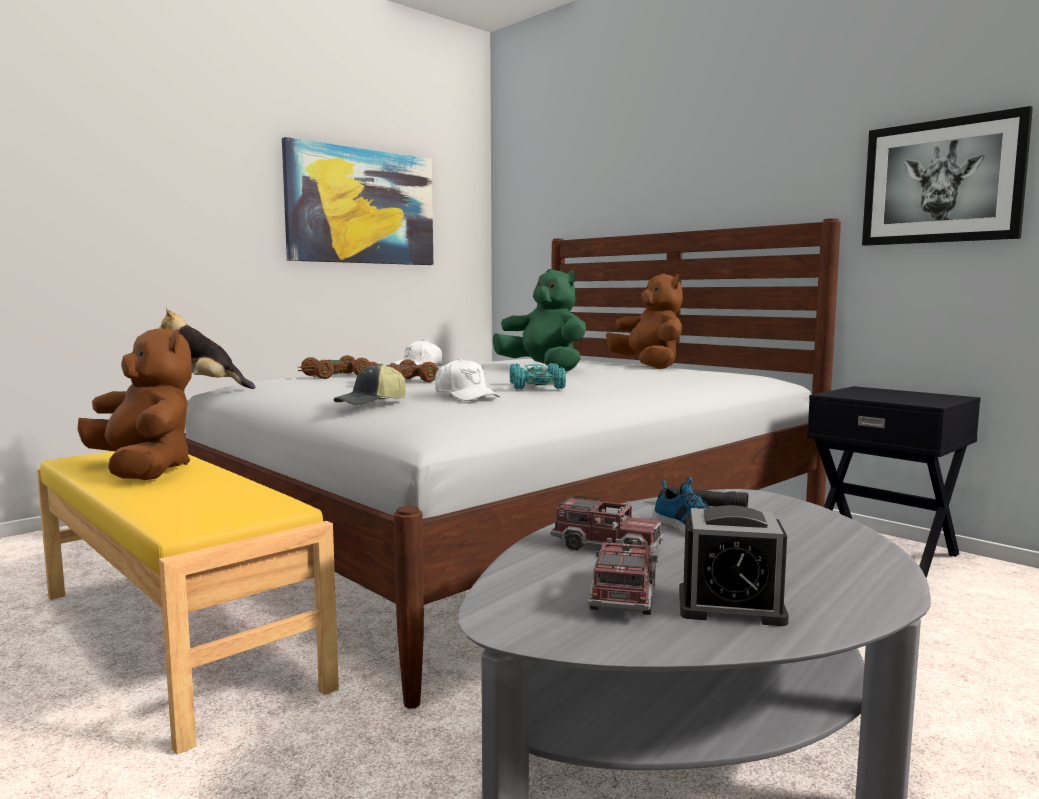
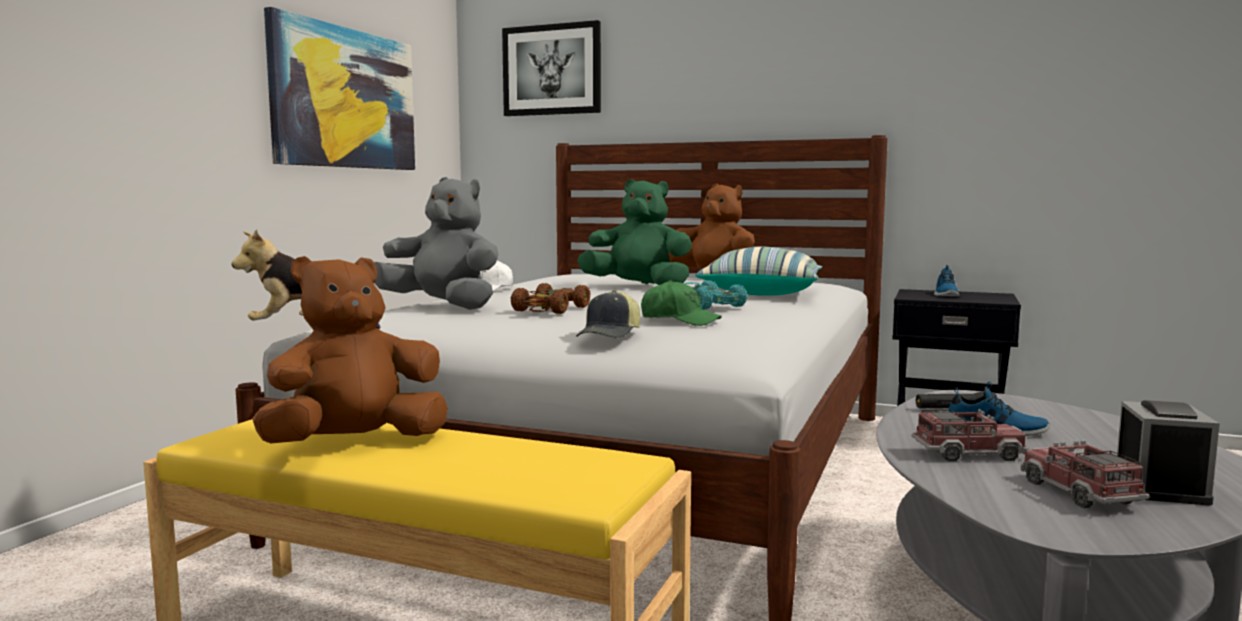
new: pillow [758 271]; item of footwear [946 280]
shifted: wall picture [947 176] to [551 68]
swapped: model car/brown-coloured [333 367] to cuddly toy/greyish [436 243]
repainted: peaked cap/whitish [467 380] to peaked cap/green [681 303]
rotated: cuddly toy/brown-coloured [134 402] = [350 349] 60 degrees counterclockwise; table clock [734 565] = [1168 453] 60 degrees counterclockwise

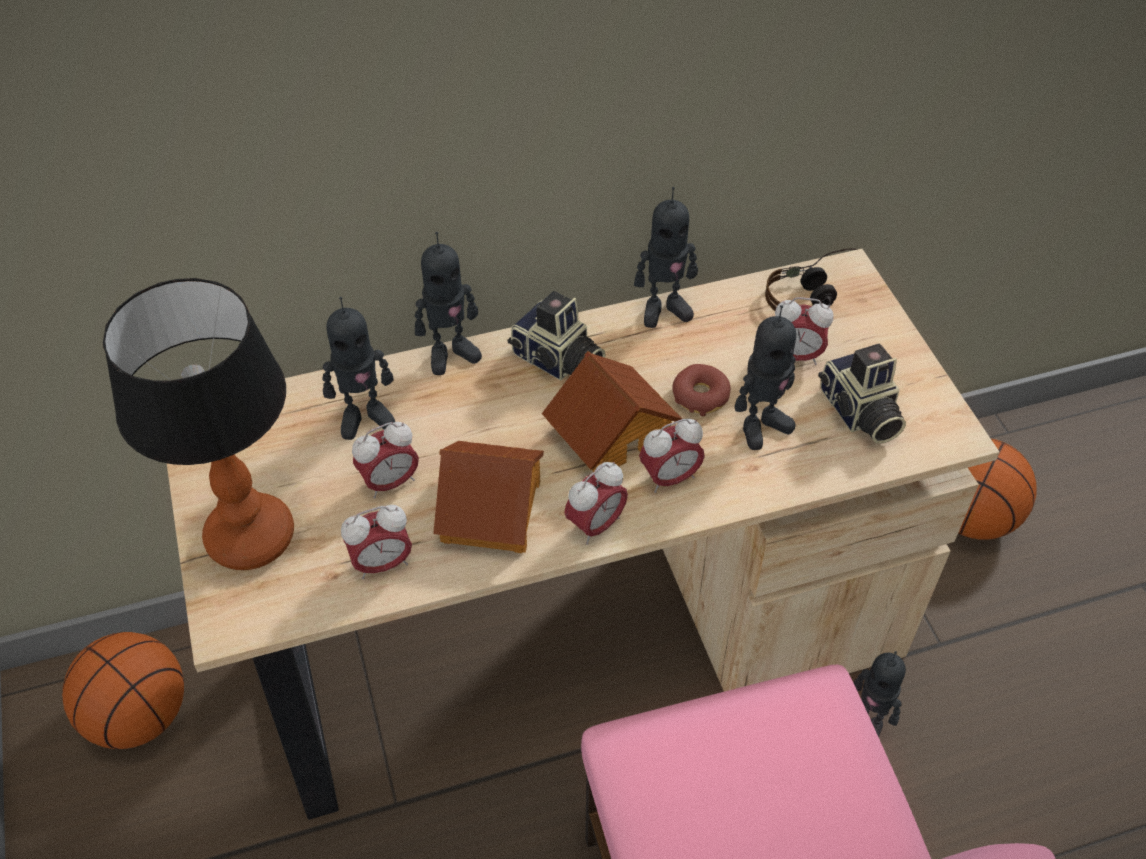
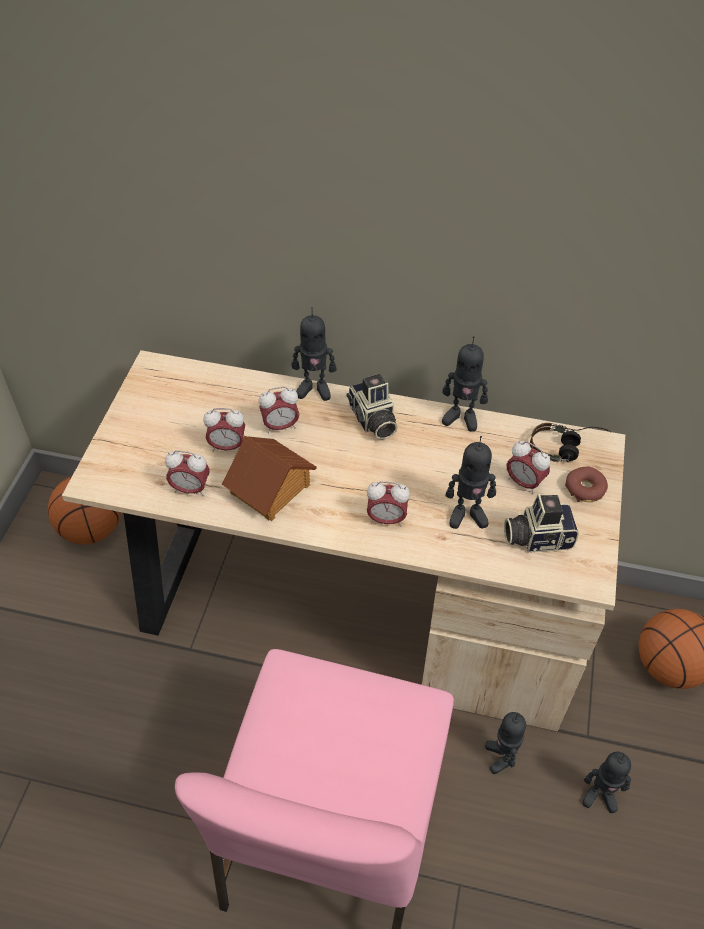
gone: table lamp [198 424]; toy house [612 411]
shifted: robot figure [358 368] to [606 782]; table clock [596 503] to [279 410]; doughnut [701 390] to [586 484]
rotated: still camera [862 394] = [541 523] 75 degrees clockwise

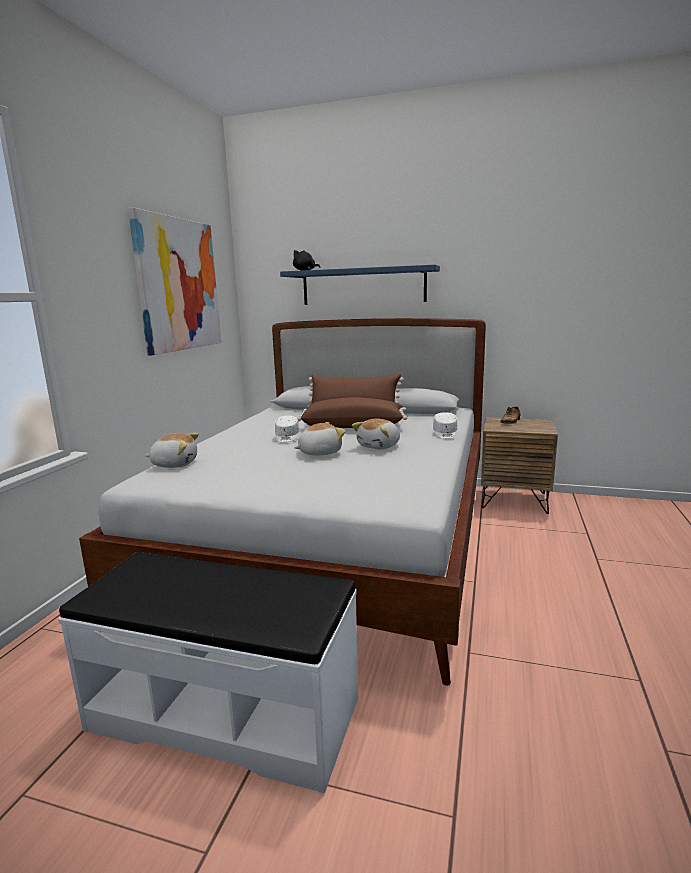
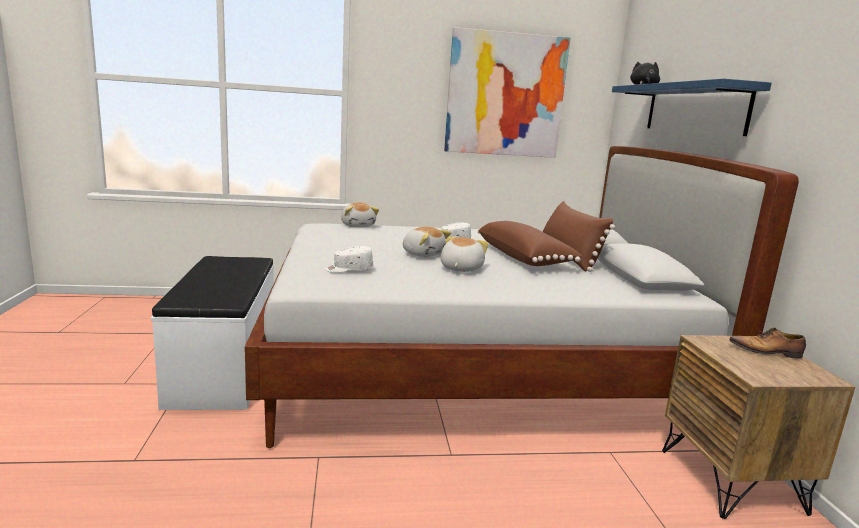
shifted: peaked cap/whitish [445 425] to [349 259]
rotated: cuddly toy [376 433] = [464 254] 90 degrees clockwise

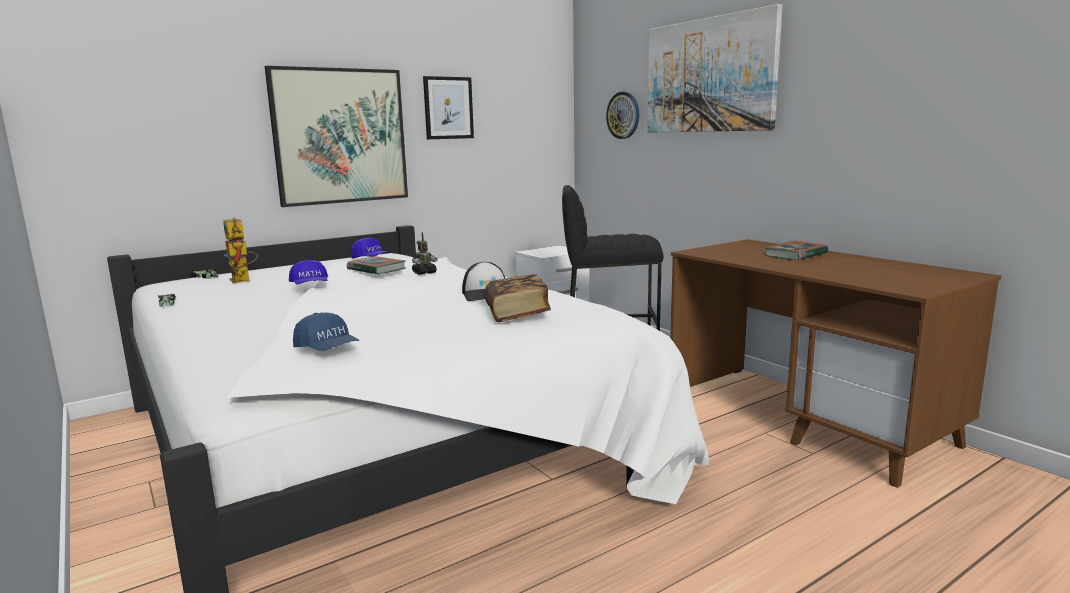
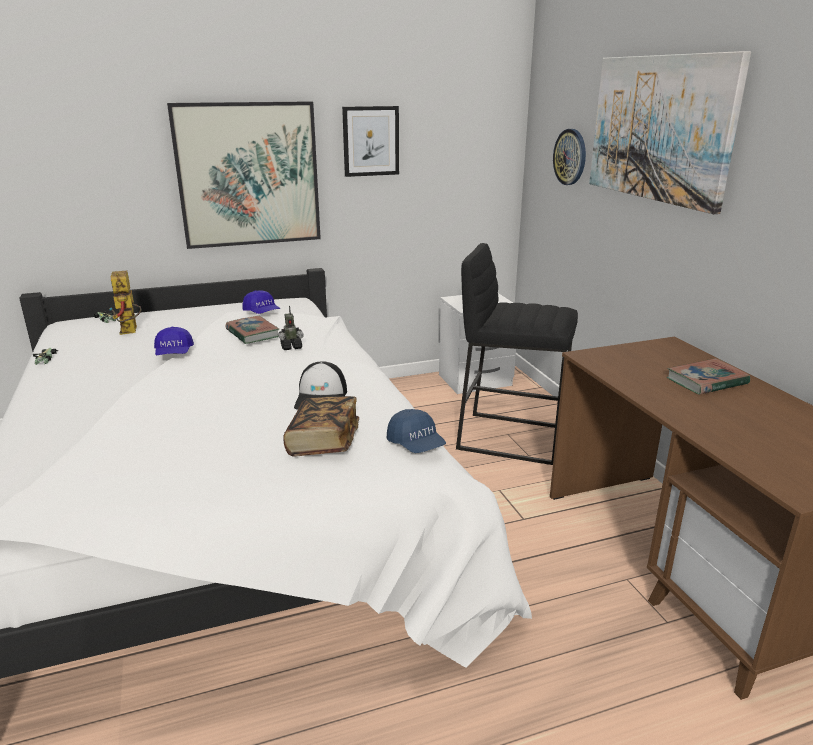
shifted: peaked cap/bluish [326 332] to [416 431]

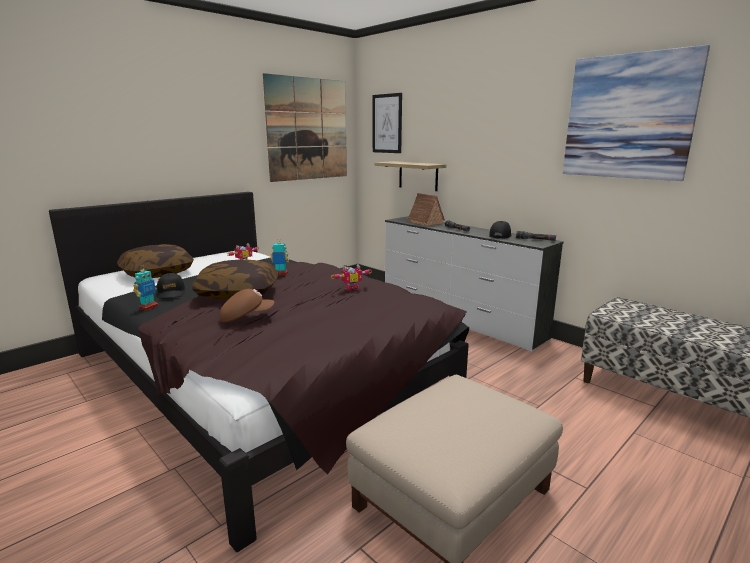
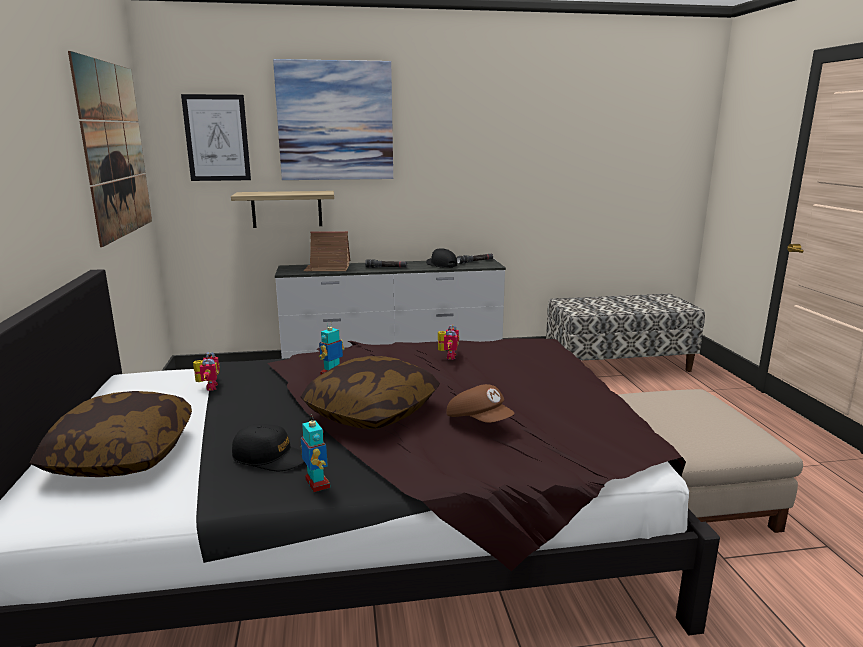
shifted: wall picture [636 113] to [333 119]
rotated: peaked cap/brown-coloured [247 305] = [480 403] 120 degrees clockwise

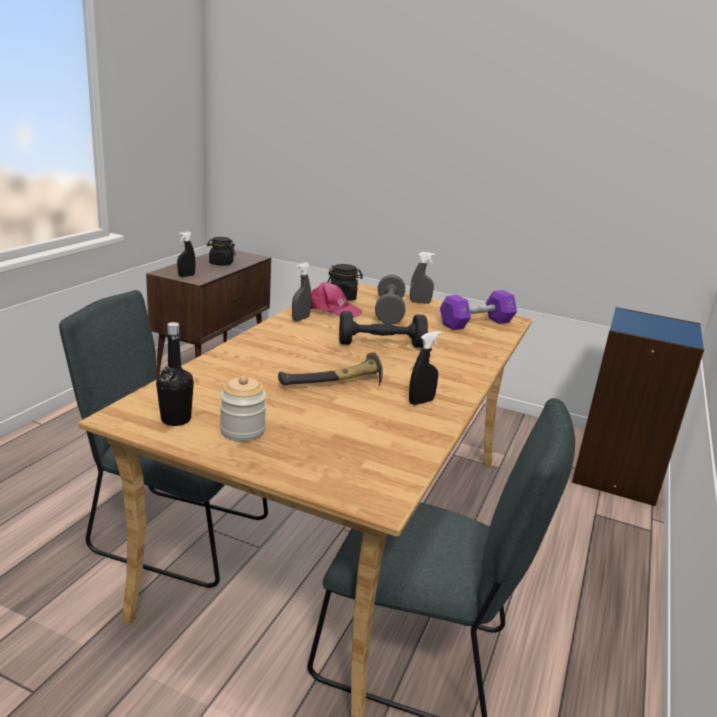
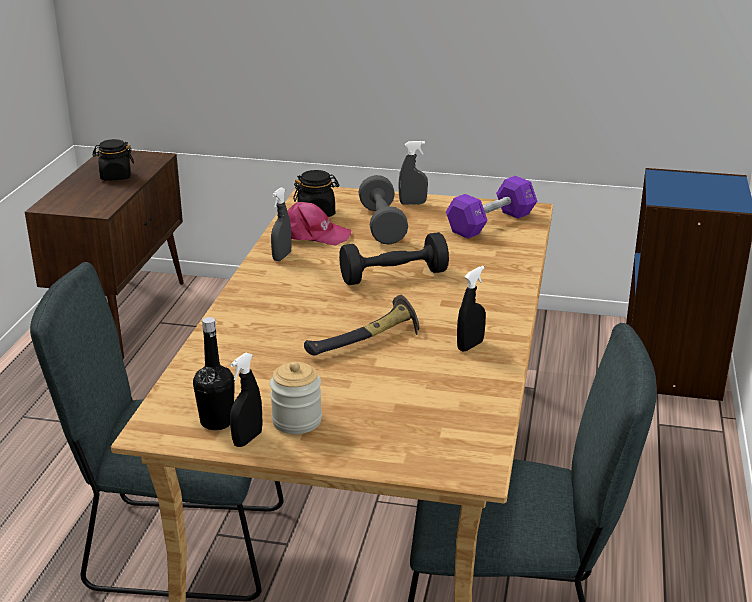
shifted: hand sprayer/blackish [186 254] to [246 399]

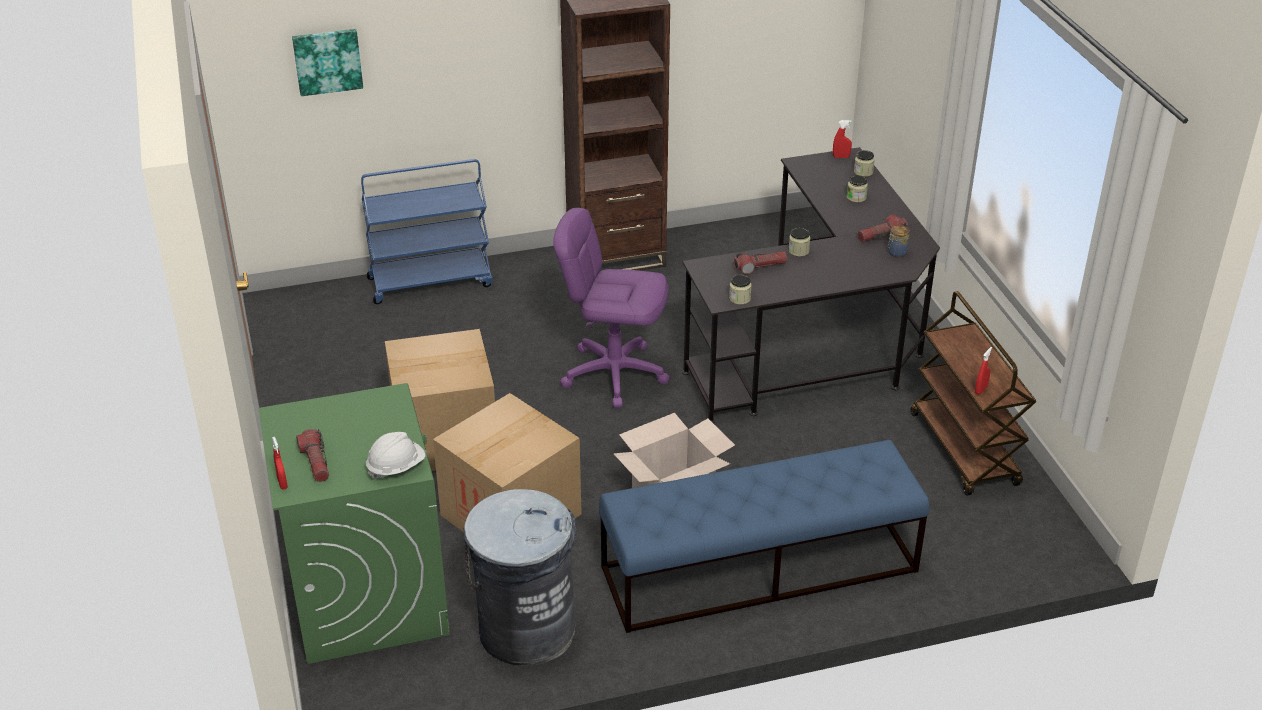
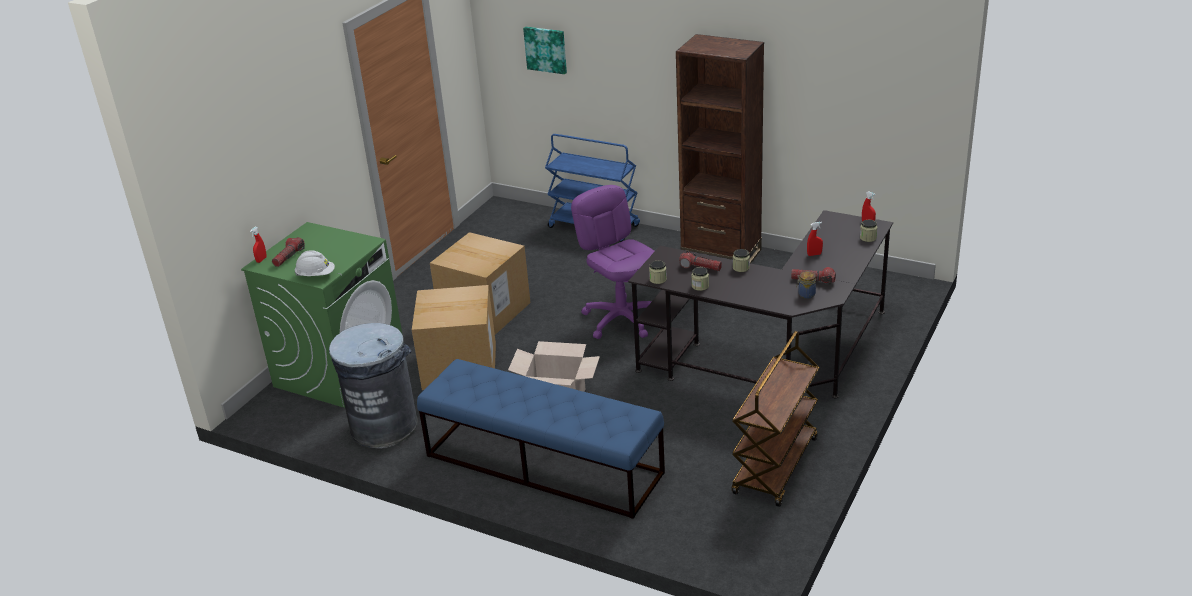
shifted: jar [857 189] to [700 279]; hand sprayer/red-coloured [983 371] to [815 239]

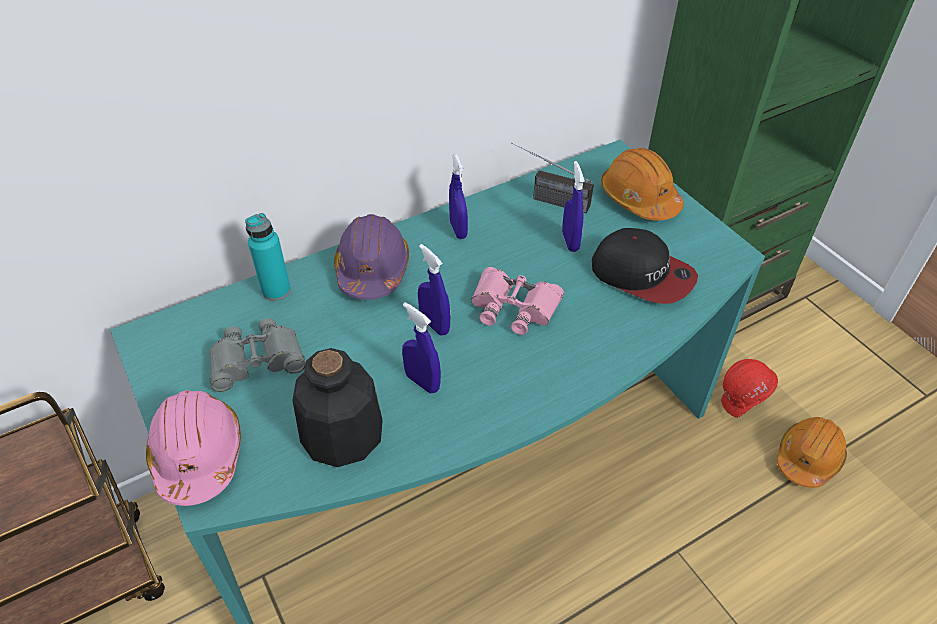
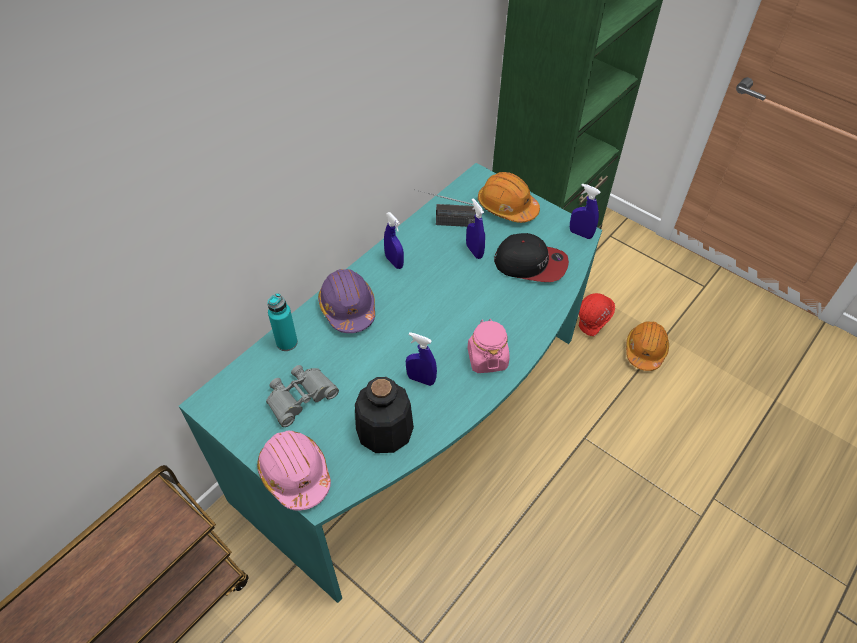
gone: pair of binoculars/pinkish [517 301]
new: jar/pinkish [489 346]
shifted: hand sprayer/bluish [434 290] to [585 211]

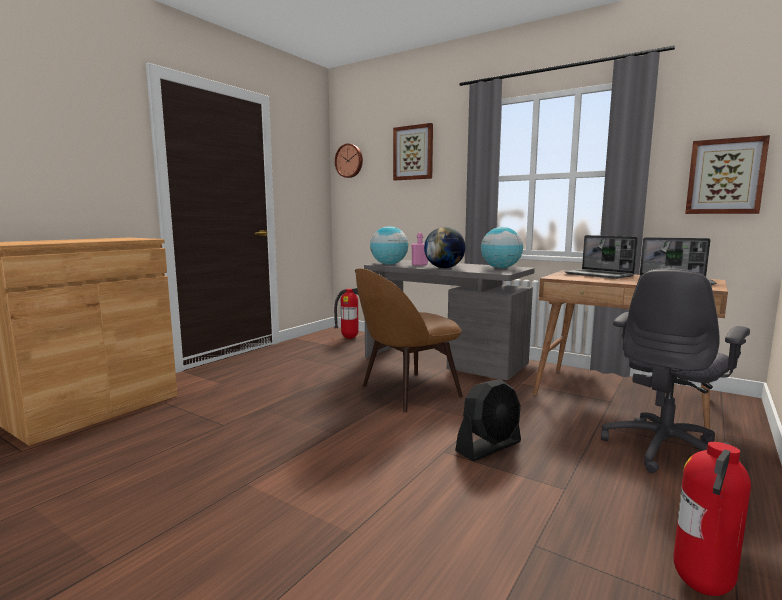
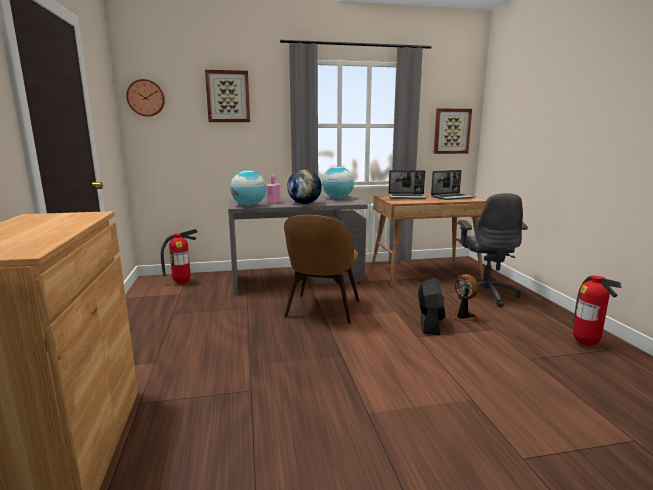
new: cooling fan [467 297]

